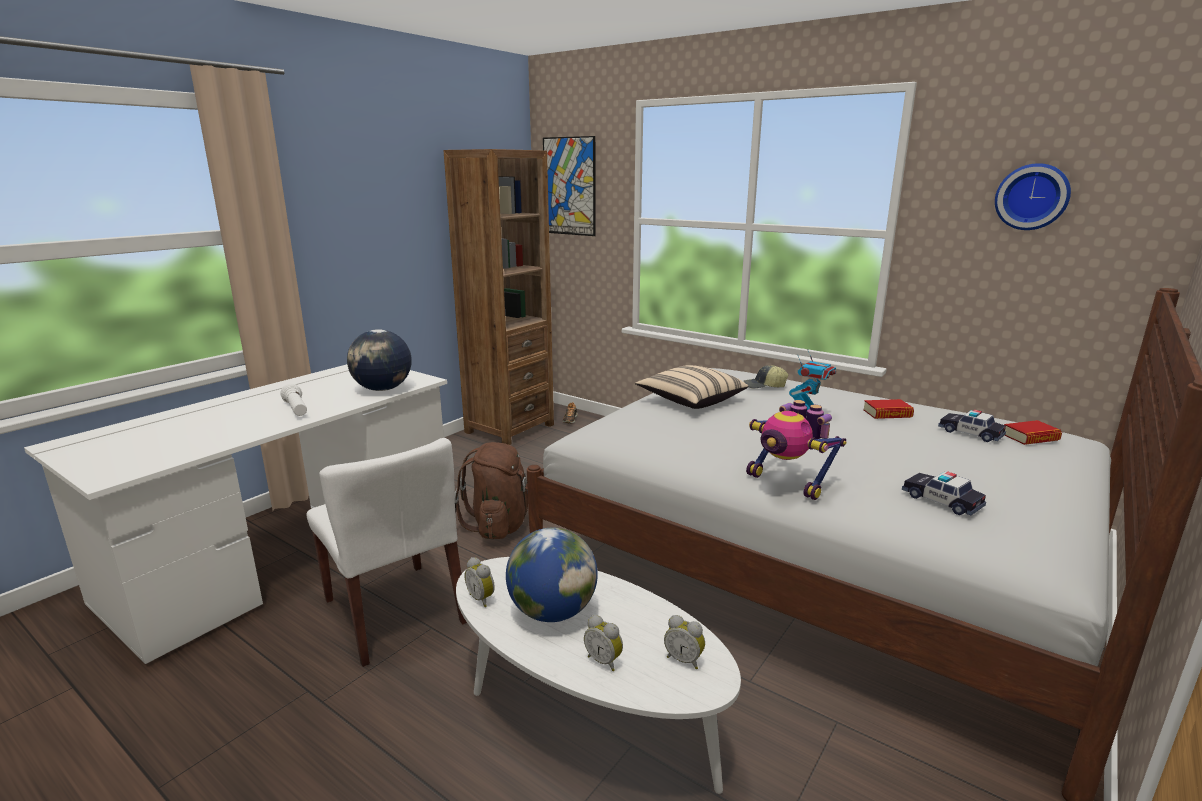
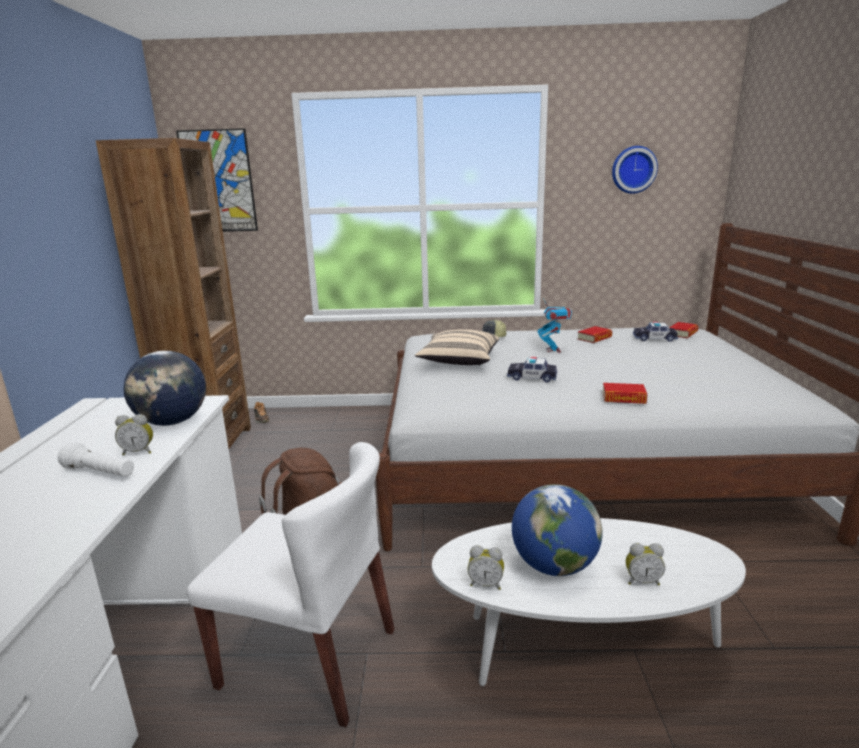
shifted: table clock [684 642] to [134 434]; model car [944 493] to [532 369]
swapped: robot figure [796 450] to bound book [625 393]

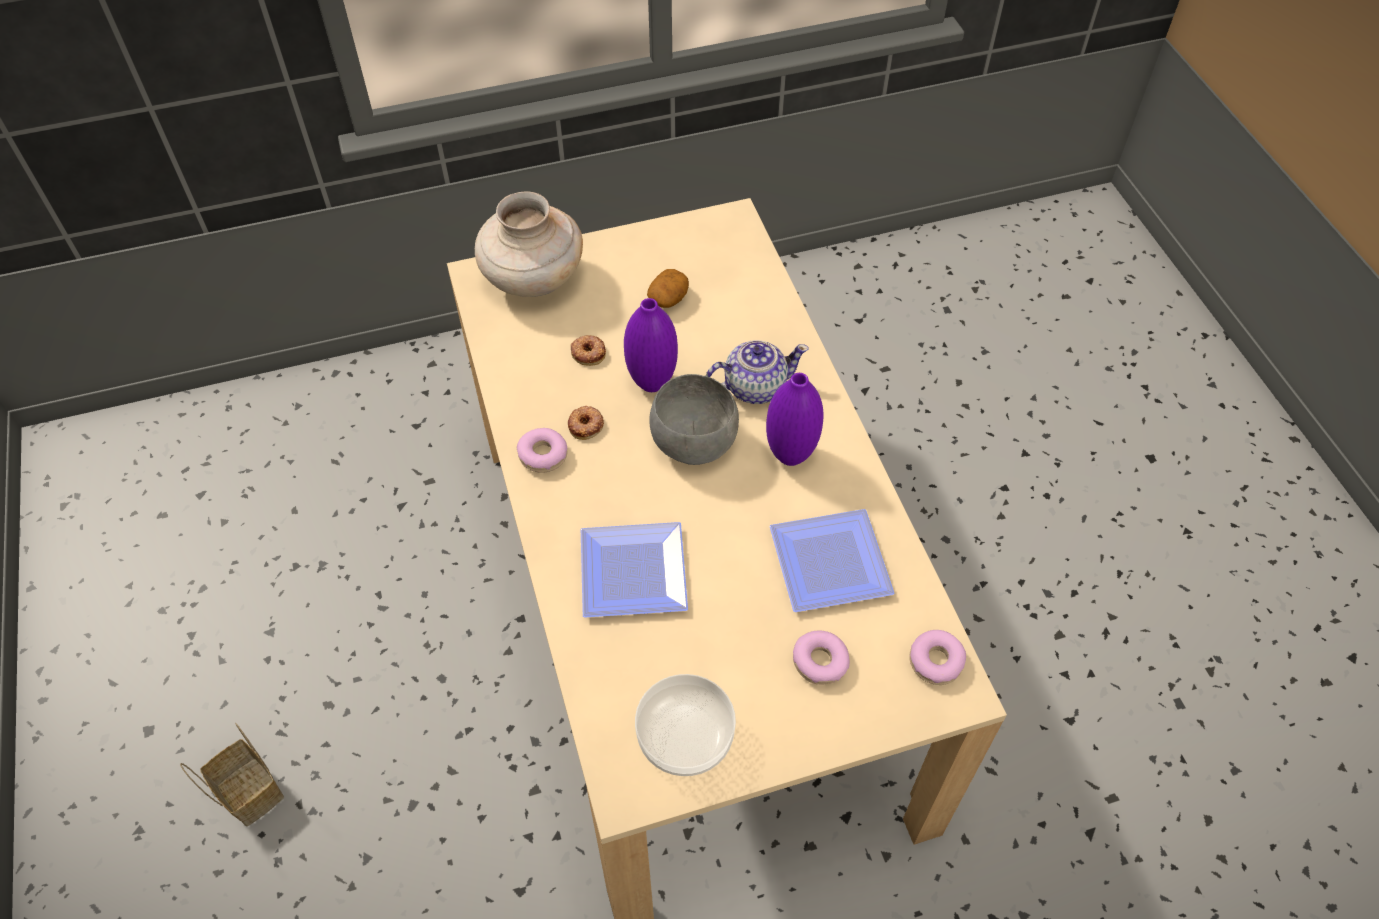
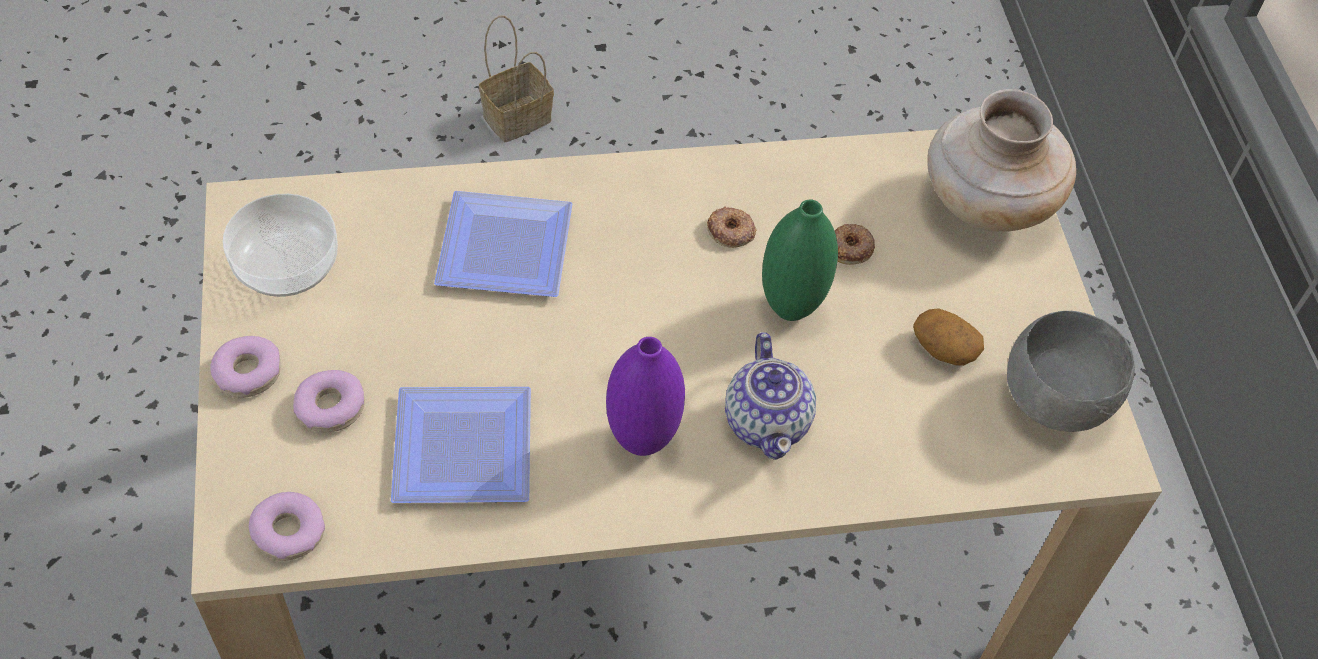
shifted: doughnut [542 450] to [245 367]; bowl/greyish [694 419] to [1071 371]
repainted: decorative vase/purple [651 345] to decorative vase/green [800 260]

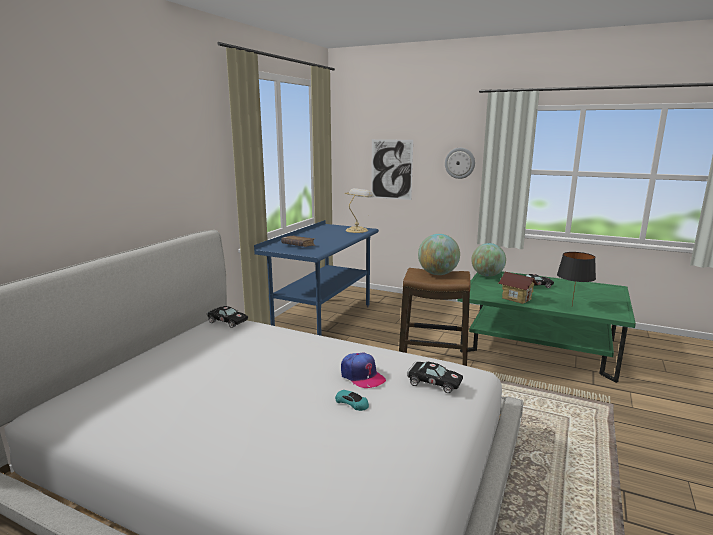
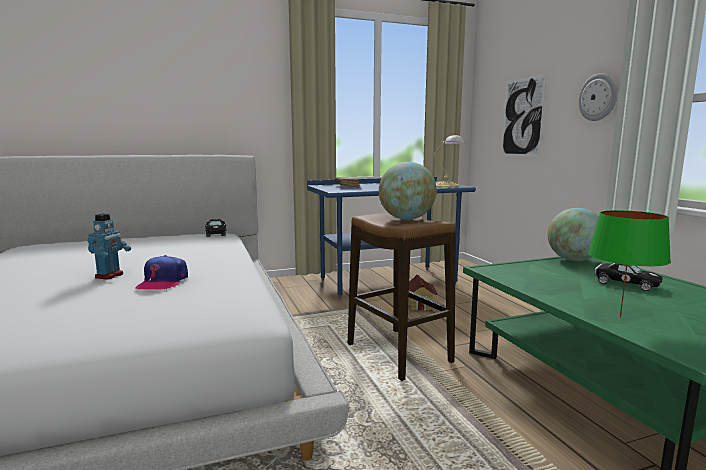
gone: model car/blue-green [352 400]; model car/blackish [435 377]
new: robot figure [109 246]
shifted: toy house [518 288] to [423 293]
repainted: table lamp/blackish [576 278] to table lamp/green [629 264]

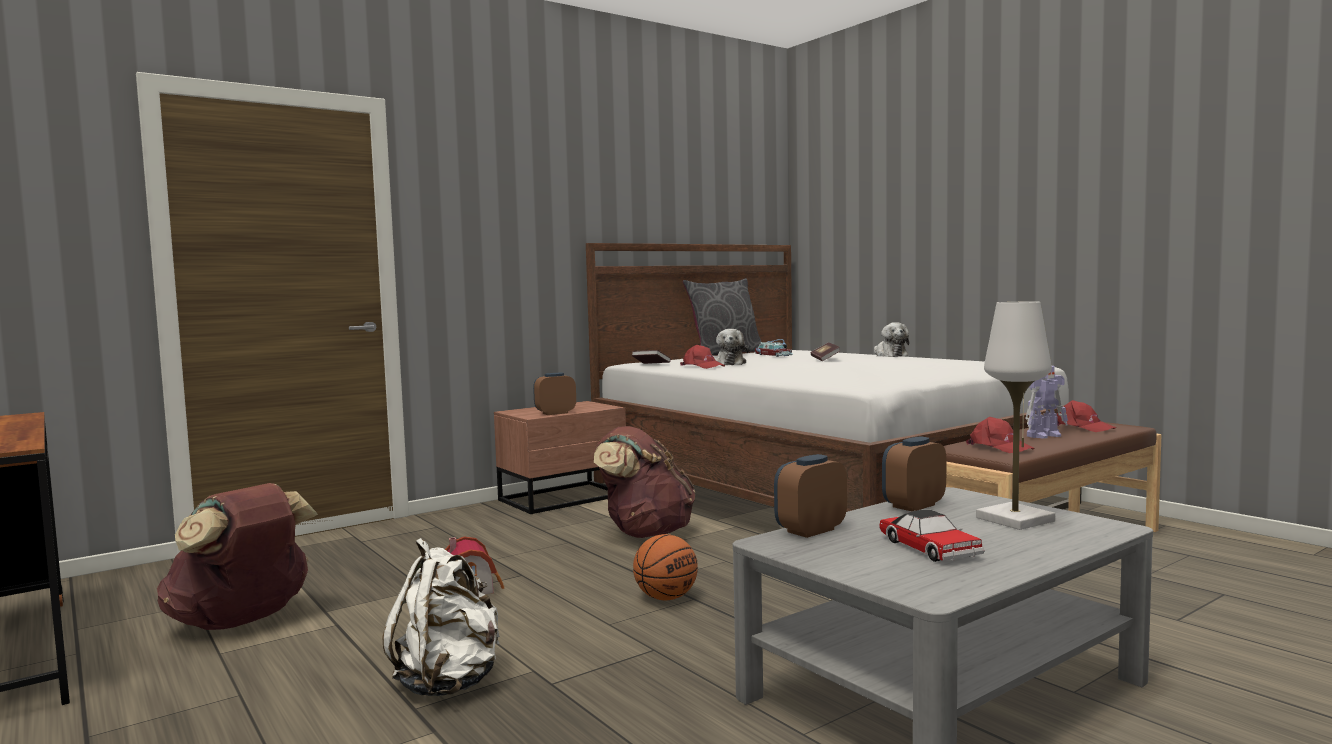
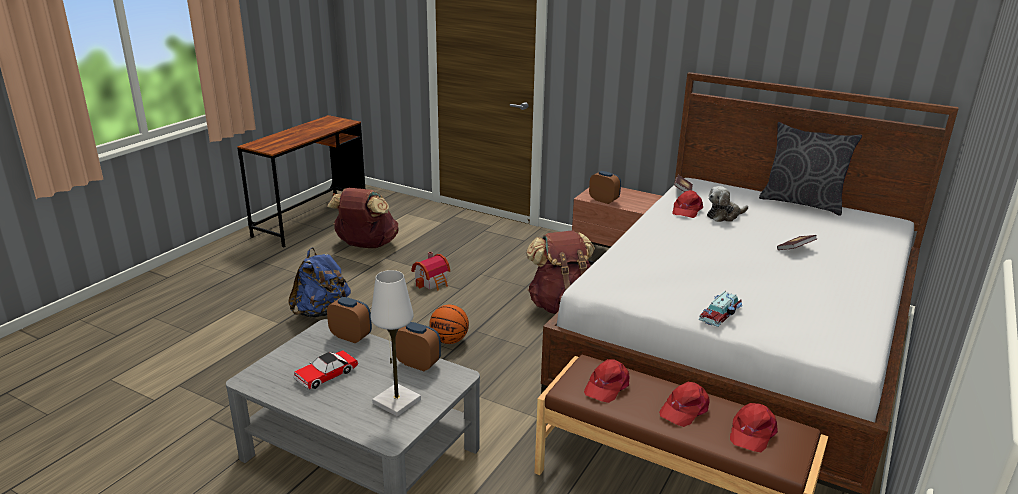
gone: cuddly toy [891 339]
shifted: model car [773 348] to [720 309]
swapped: robot figure [1046 402] to peaked cap/red-coloured [684 404]
repainted: backpack/whitish [441 617] to backpack/bluish [319 283]

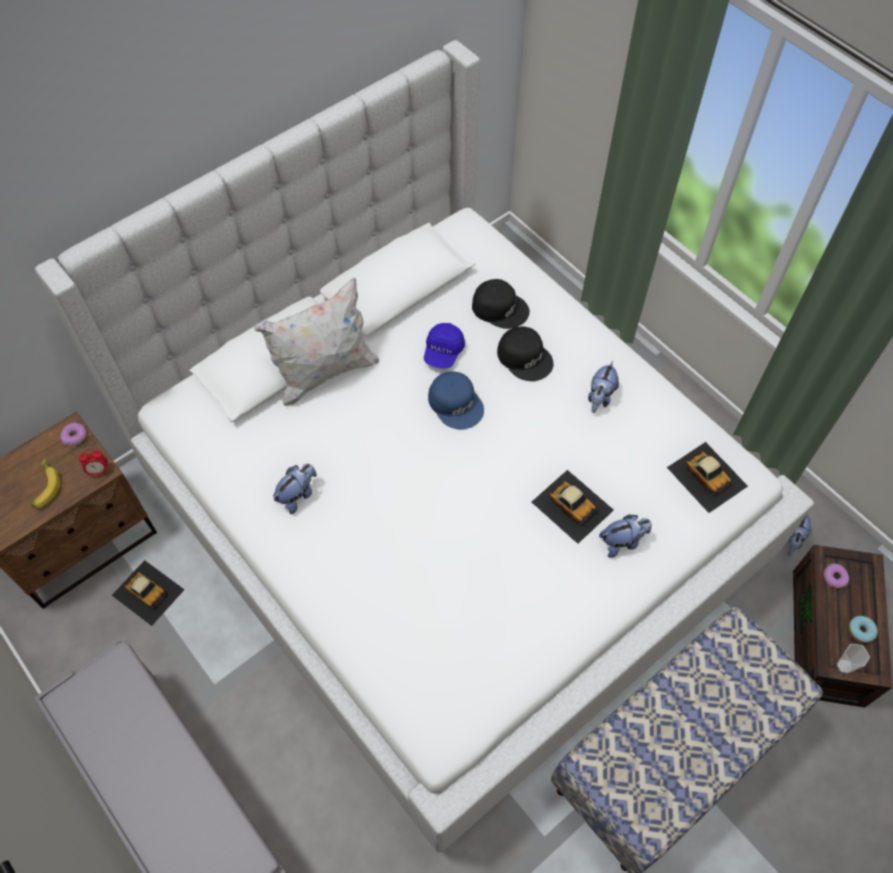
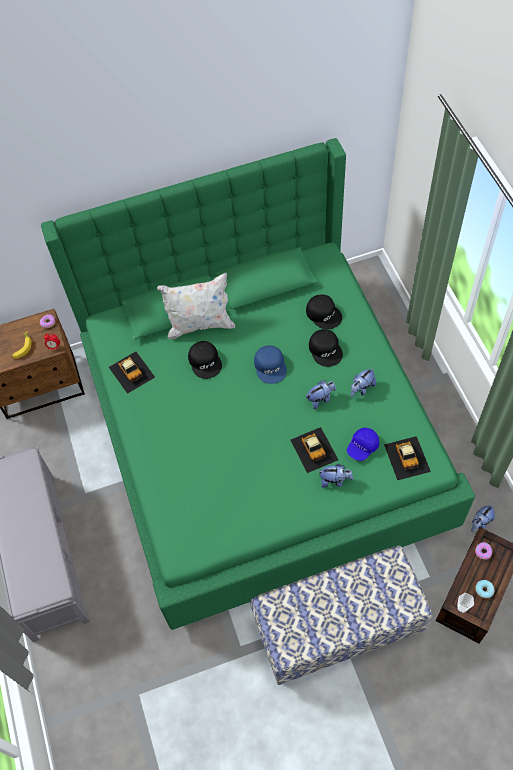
new: peaked cap/blackish [205 360]
shifted: model car [148 593] to [132 373]; cuddly toy [295 489] to [321 395]; peaked cap/bluish [444 345] to [363 444]
repainted: sleeping bed/whitish [424 446] to sleeping bed/green [258 384]

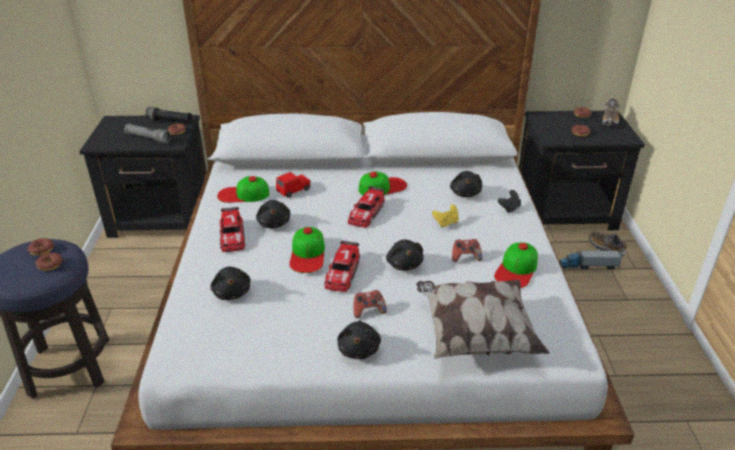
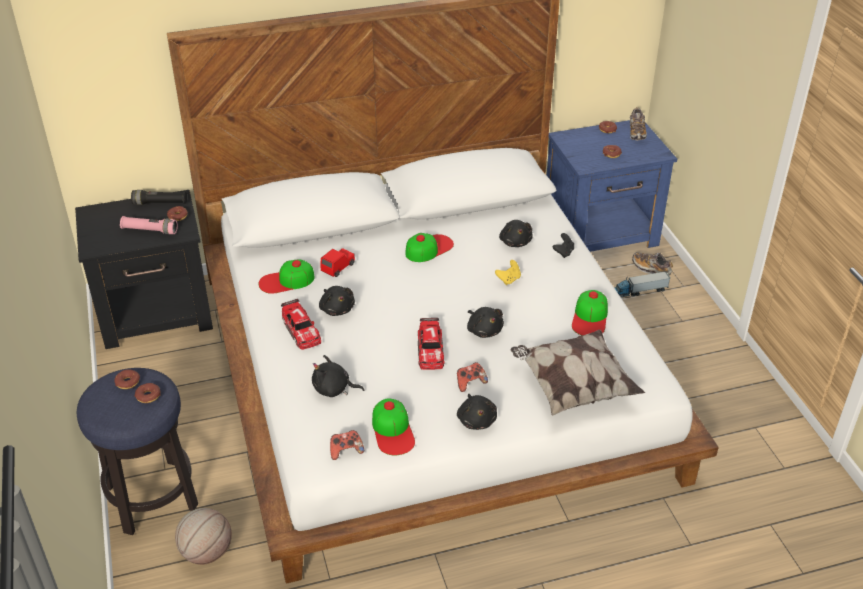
gone: model car [366 207]
new: ball for basketball [203 536]
shifted: peaked cap [307 250] to [393 426]; game controller [467 250] to [347 445]
repainted: flashlight/greyish [147 133] to flashlight/pinkish [149 225]; night table/blackish [582 170] to night table/bluish [612 186]
rotated: cuddly toy/blackish [230 283] = [338 376] 135 degrees clockwise

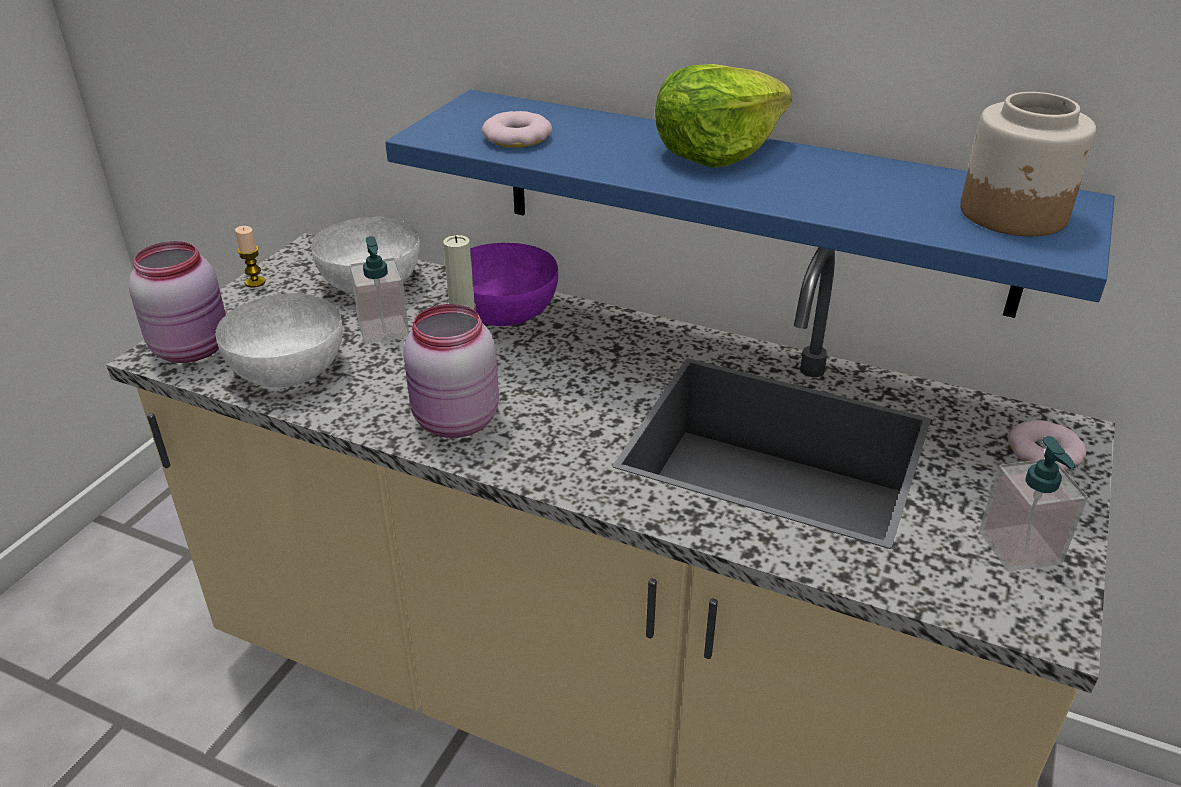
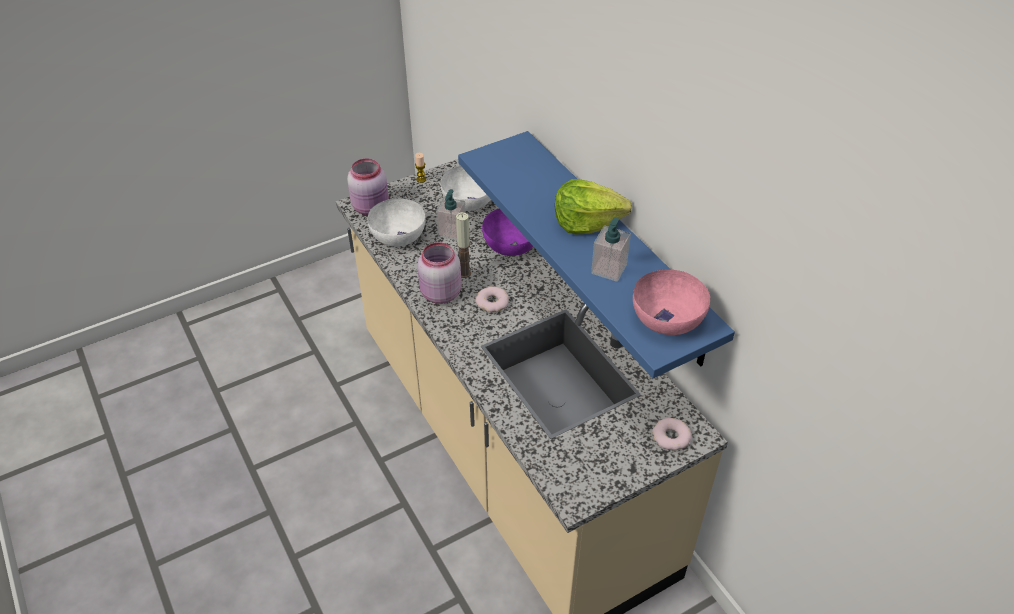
shifted: doughnut [517 129] to [492 299]; soap bottle [1033 503] to [611 249]
swapped: jar [1028 164] to bowl/pinkish [671 302]

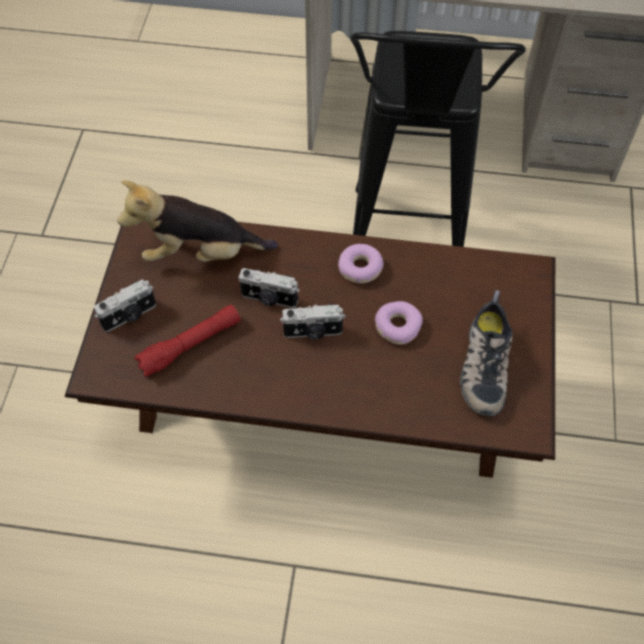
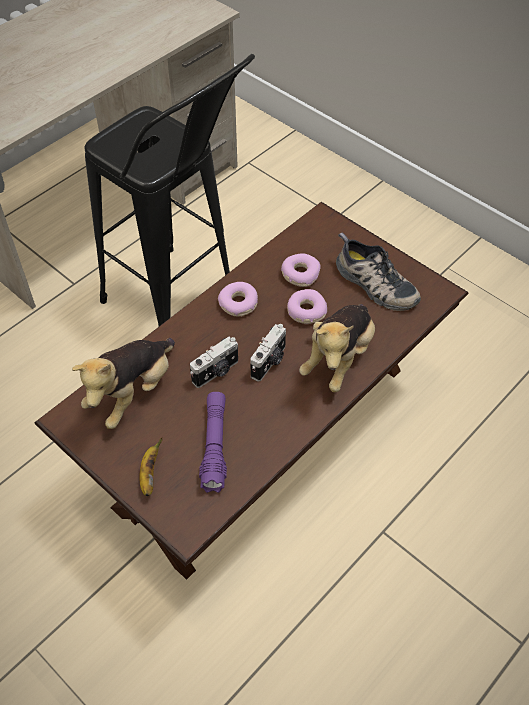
new: doughnut [301 270]; cuddly toy [337 348]
swapped: still camera [125 305] to banana fruit [150 466]
repainted: flashlight/red-coloured [187 340] to flashlight/purple [213 442]

